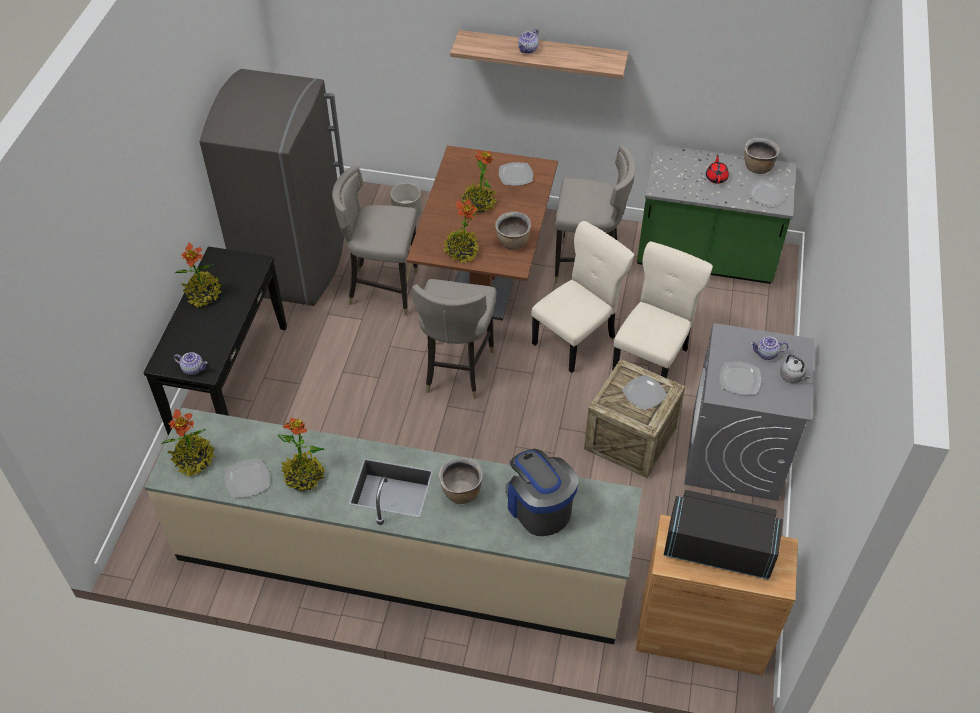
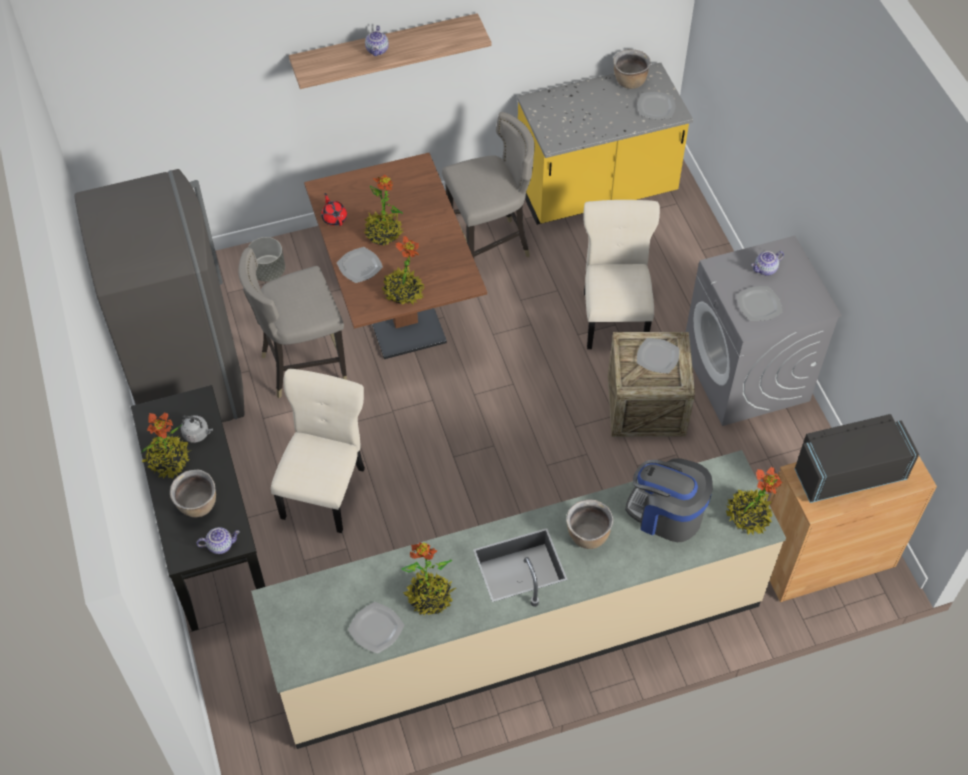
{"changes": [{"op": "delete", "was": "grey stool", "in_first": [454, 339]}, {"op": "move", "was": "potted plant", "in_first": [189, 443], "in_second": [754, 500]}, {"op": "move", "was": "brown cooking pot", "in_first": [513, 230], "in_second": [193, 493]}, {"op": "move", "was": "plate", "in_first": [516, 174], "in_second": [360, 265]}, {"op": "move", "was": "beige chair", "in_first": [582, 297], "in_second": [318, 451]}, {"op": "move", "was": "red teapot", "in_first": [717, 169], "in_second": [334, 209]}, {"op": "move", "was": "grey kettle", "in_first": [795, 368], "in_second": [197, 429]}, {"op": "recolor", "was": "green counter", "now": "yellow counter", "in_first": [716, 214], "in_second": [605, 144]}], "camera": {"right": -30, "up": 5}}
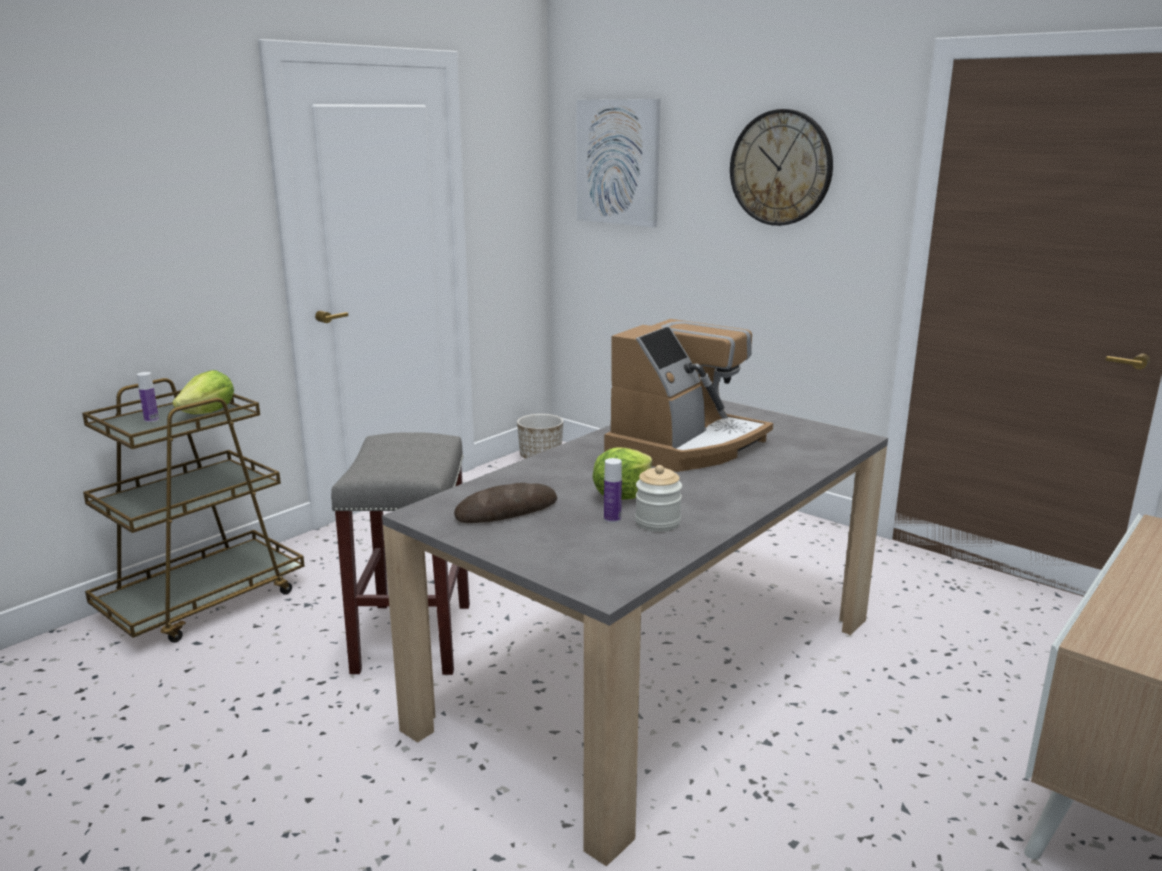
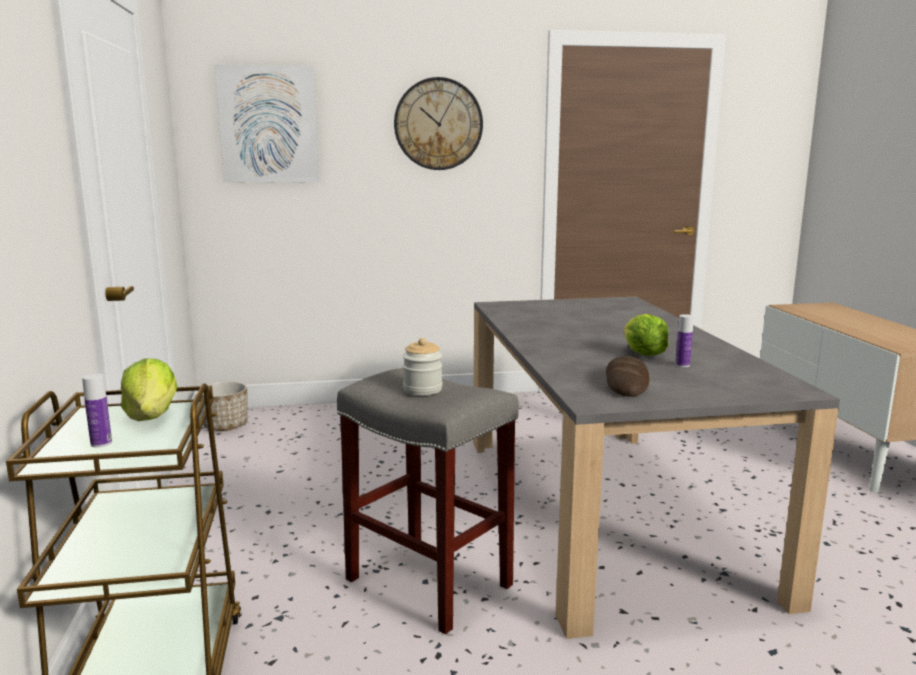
{"changes": [{"op": "delete", "was": "coffee machine", "in_first": [688, 395]}, {"op": "move", "was": "jar", "in_first": [658, 498], "in_second": [422, 366]}], "camera": {"right": -50, "up": -5}}
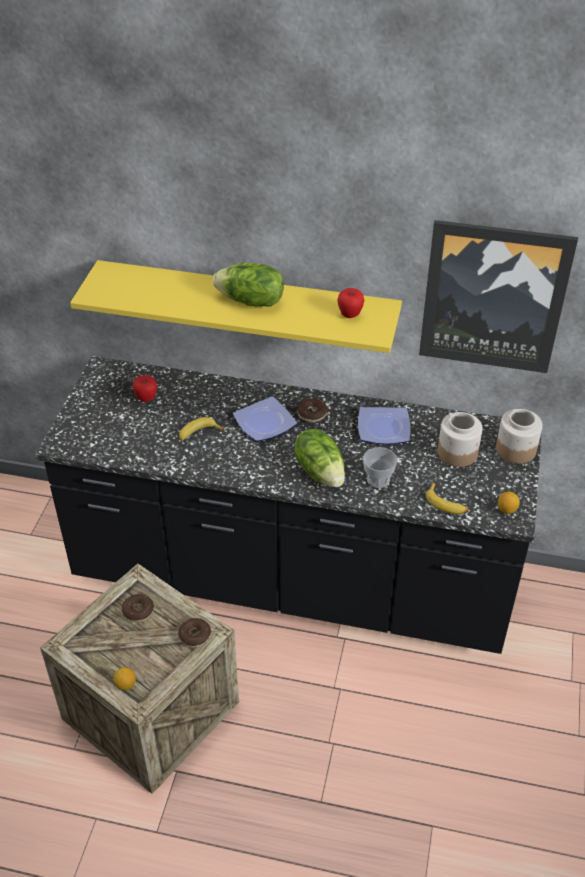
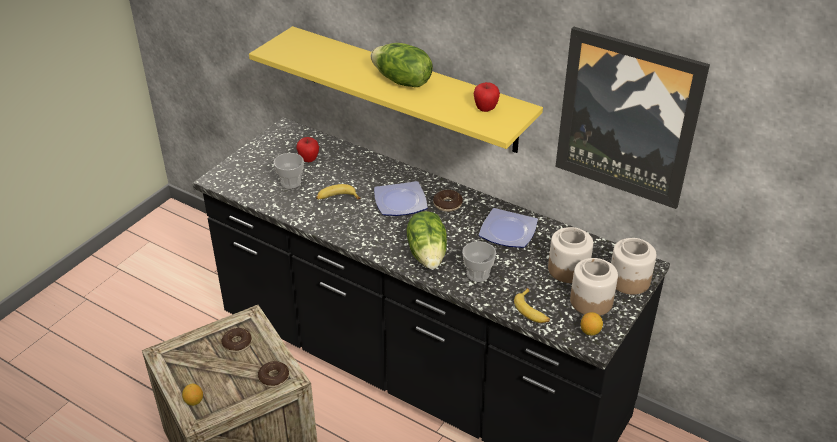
{"changes": [{"op": "insert", "now": "cup", "in_second": [289, 171]}, {"op": "insert", "now": "jar", "in_second": [594, 287]}], "camera": {"right": 20, "up": -5}}
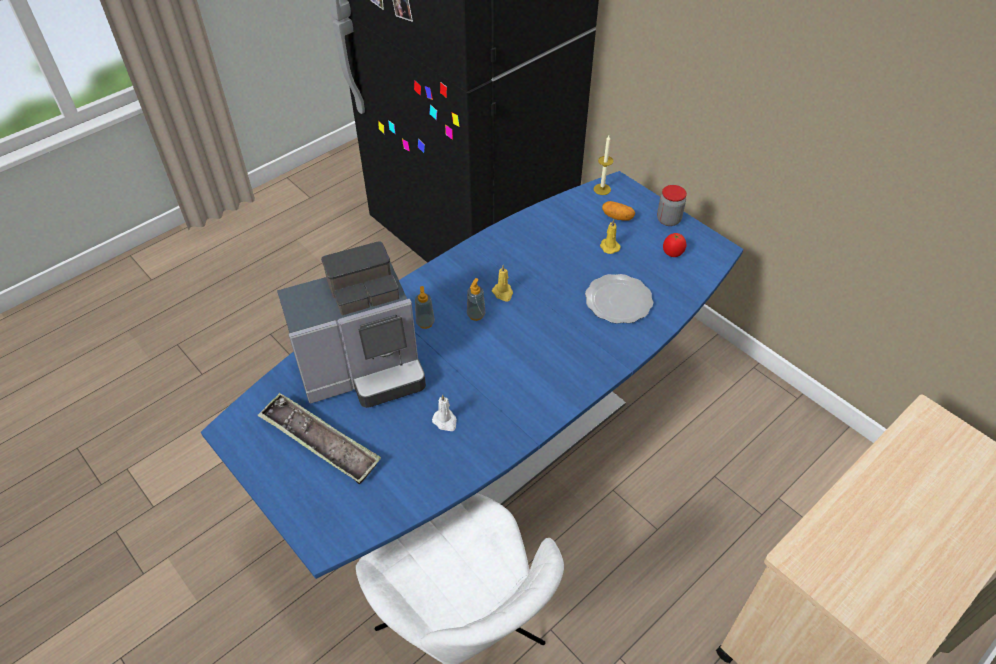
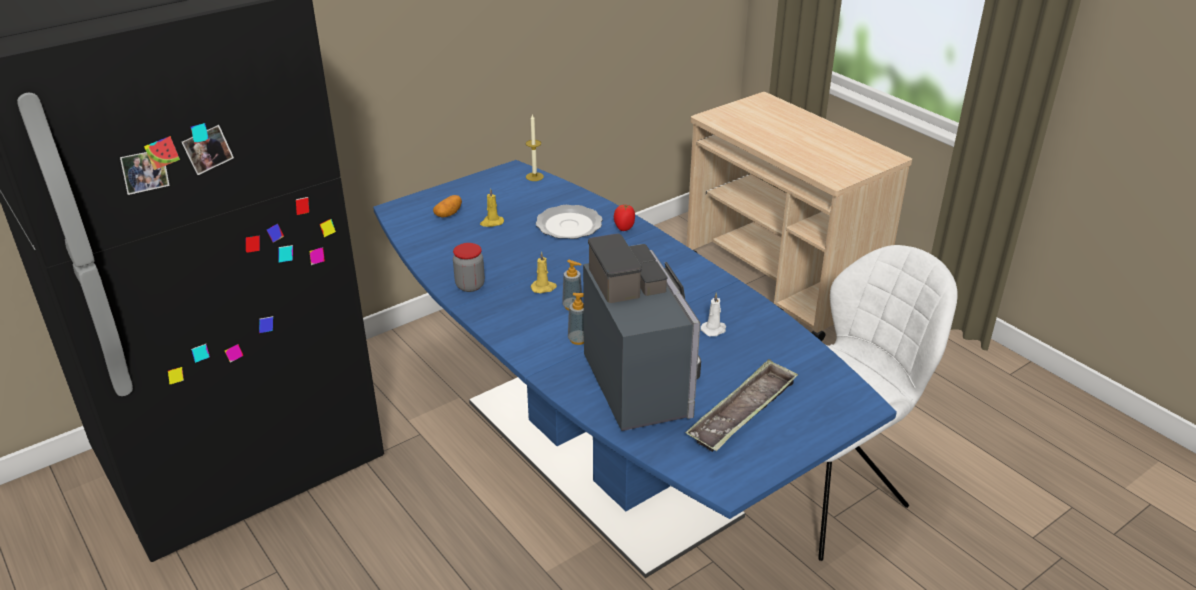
{"changes": [{"op": "move", "was": "candle", "in_first": [604, 165], "in_second": [535, 147]}, {"op": "move", "was": "jar", "in_first": [672, 205], "in_second": [469, 267]}, {"op": "move", "was": "tomato", "in_first": [674, 245], "in_second": [624, 218]}], "camera": {"right": -85, "up": -15}}
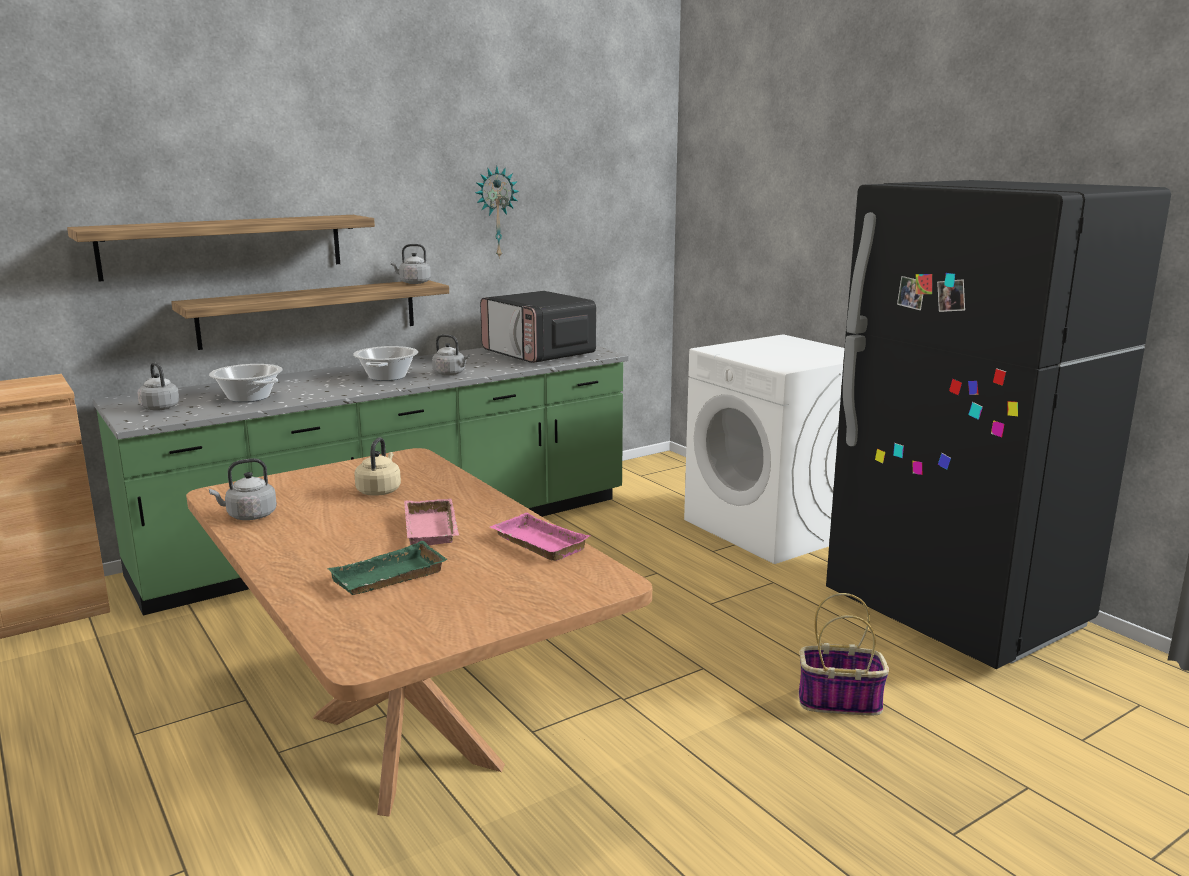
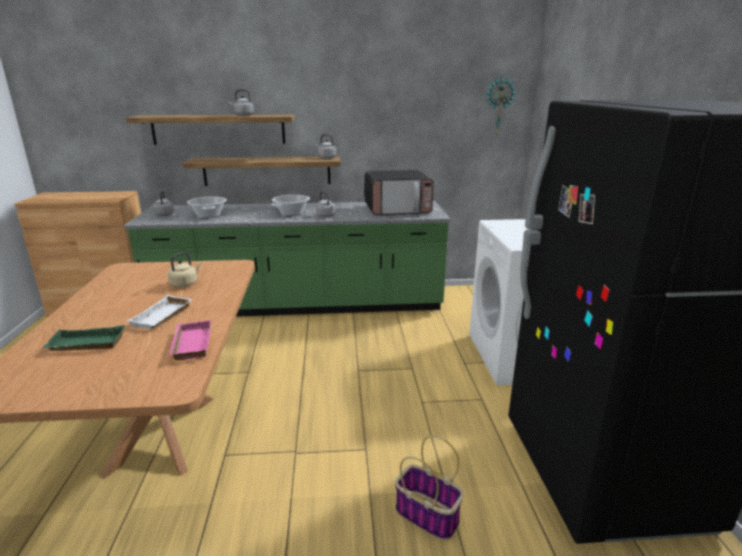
{"changes": [{"op": "move", "was": "grey kettle", "in_first": [243, 489], "in_second": [241, 102]}, {"op": "move", "was": "wall clock", "in_first": [497, 212], "in_second": [501, 106]}, {"op": "recolor", "was": "pink tray", "now": "white tray", "in_first": [431, 522], "in_second": [159, 312]}, {"op": "rotate", "was": "microwave", "in_first": [538, 327], "in_second": [399, 192], "clockwise": -90}], "camera": {"right": 30, "up": 5}}
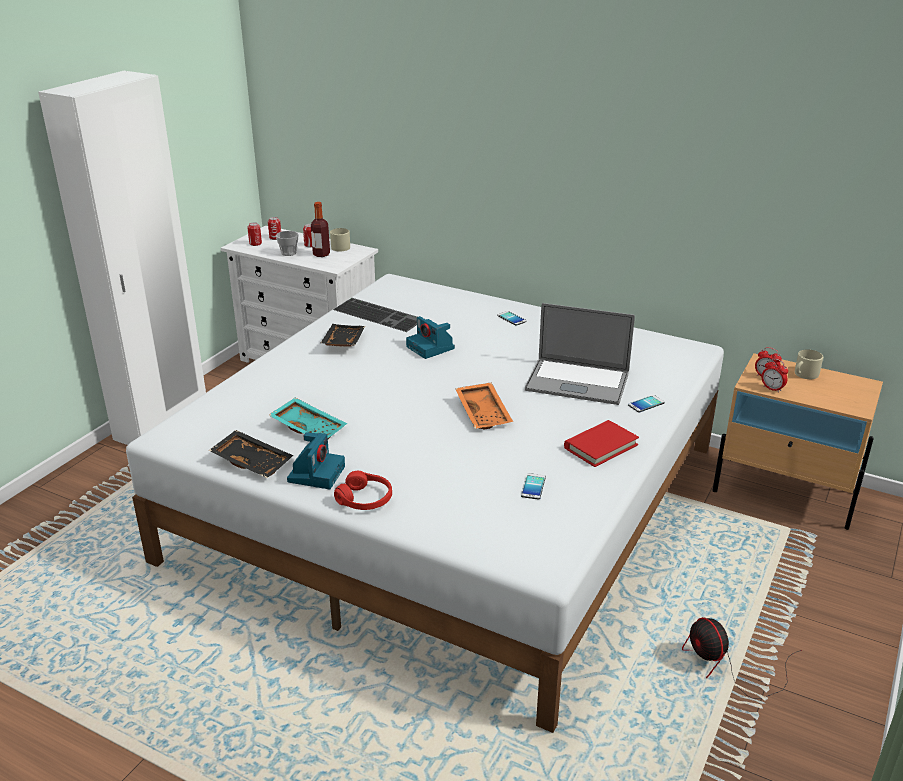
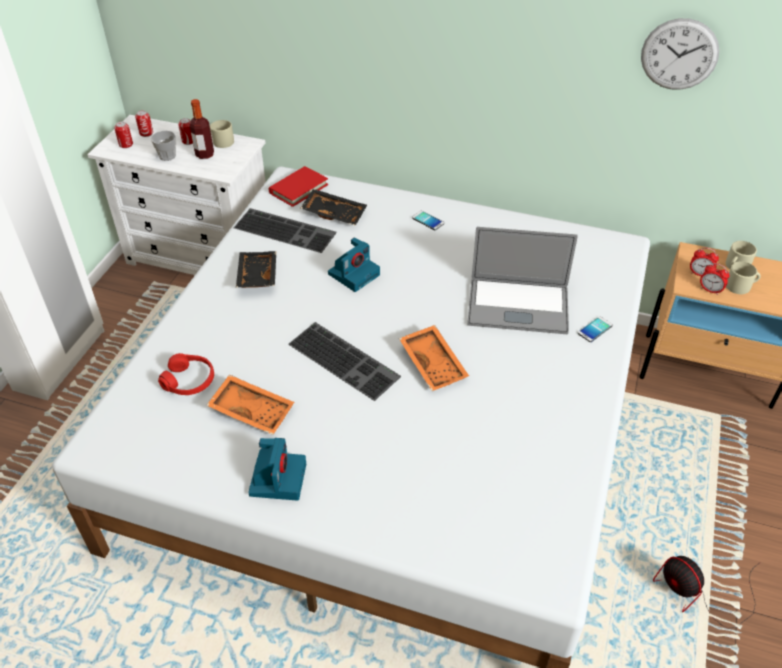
{"changes": [{"op": "delete", "was": "phone", "in_first": [533, 486]}, {"op": "insert", "now": "keyboard", "in_second": [344, 361]}, {"op": "insert", "now": "wall clock", "in_second": [680, 54]}, {"op": "insert", "now": "beige mug", "in_second": [743, 277]}, {"op": "move", "was": "black tray", "in_first": [251, 454], "in_second": [334, 207]}, {"op": "move", "was": "red headphones", "in_first": [363, 490], "in_second": [186, 374]}, {"op": "move", "was": "red book", "in_first": [601, 443], "in_second": [298, 186]}, {"op": "recolor", "was": "turquoise tray", "now": "orange tray", "in_first": [308, 418], "in_second": [250, 404]}, {"op": "rotate", "was": "photo camera", "in_first": [430, 337], "in_second": [354, 264], "clockwise": -90}], "camera": {"right": -10, "up": 15}}
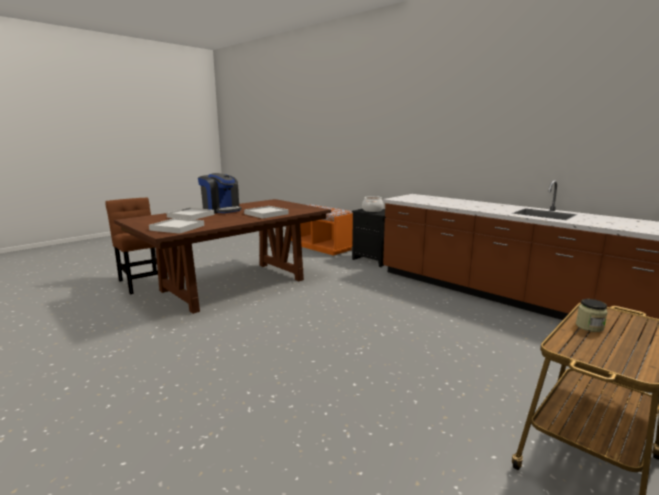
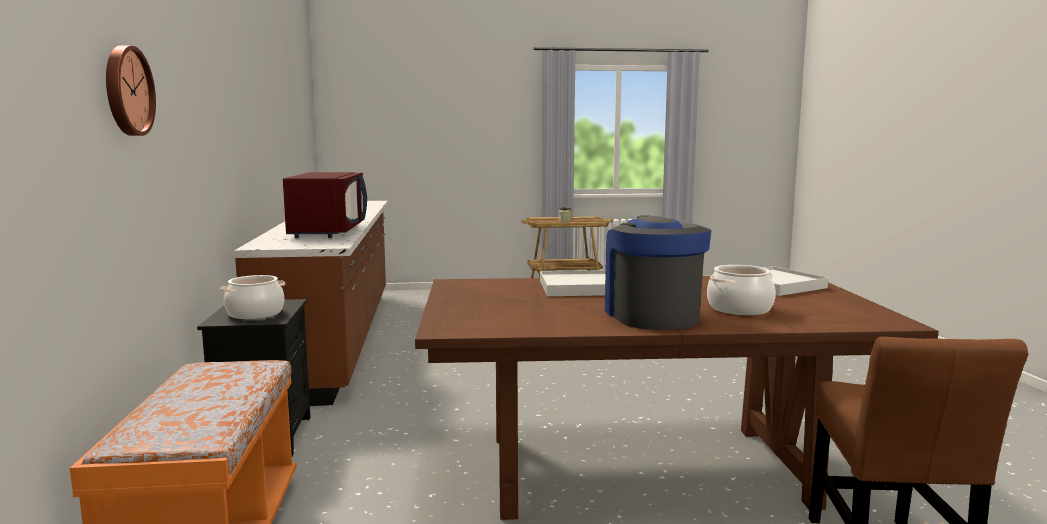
{"changes": [{"op": "insert", "now": "wall clock", "in_second": [131, 90]}, {"op": "insert", "now": "red microwave", "in_second": [325, 205]}, {"op": "replace", "was": "white tray", "now": "cooking pot", "in_first": [190, 214], "in_second": [741, 290]}], "camera": {"right": -140, "up": -5}}
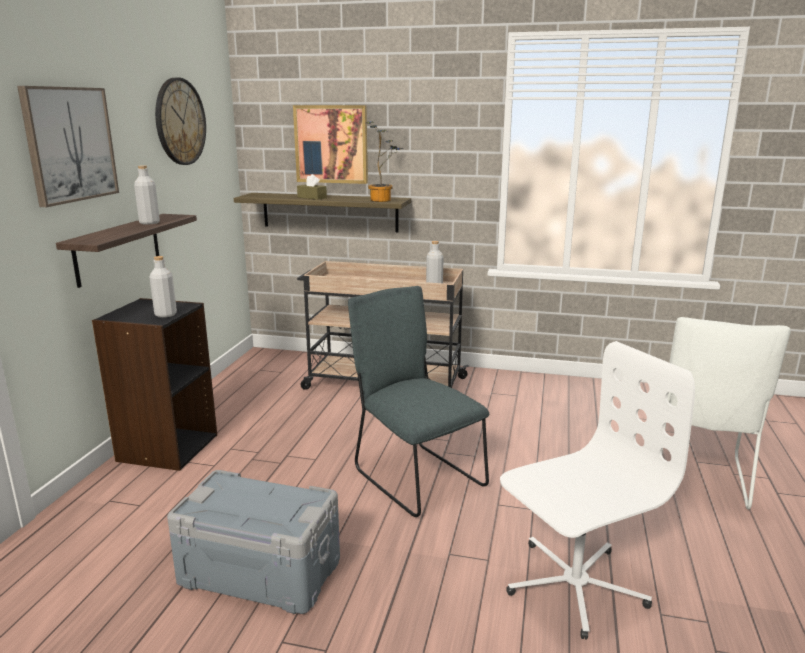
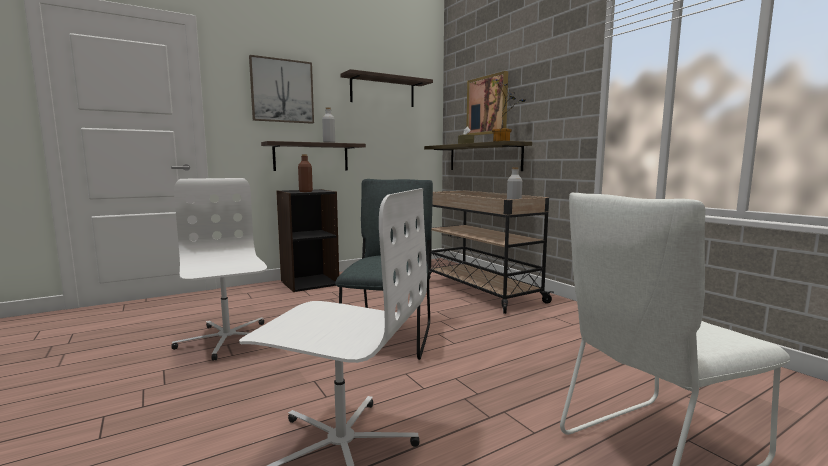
{"changes": [{"op": "replace", "was": "wall clock", "now": "shelf", "in_first": [180, 121], "in_second": [386, 88]}, {"op": "replace", "was": "grey storage box", "now": "white office chair", "in_first": [253, 542], "in_second": [219, 269]}, {"op": "recolor", "was": "grey bottle", "now": "brown bottle", "in_first": [163, 287], "in_second": [305, 173]}], "camera": {"right": 45, "up": -10}}
